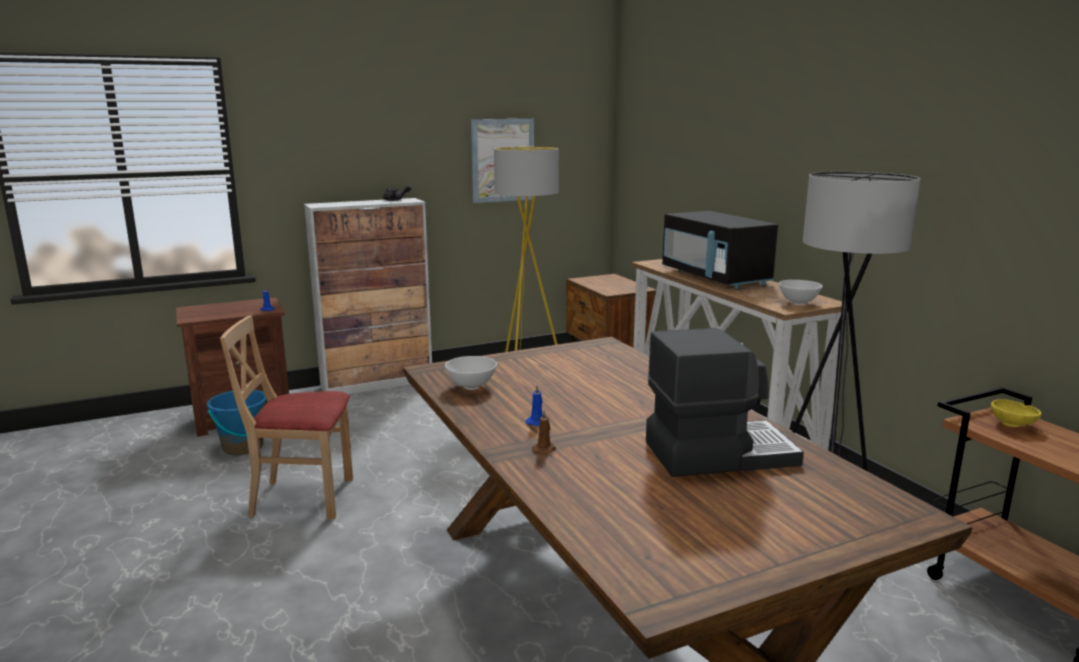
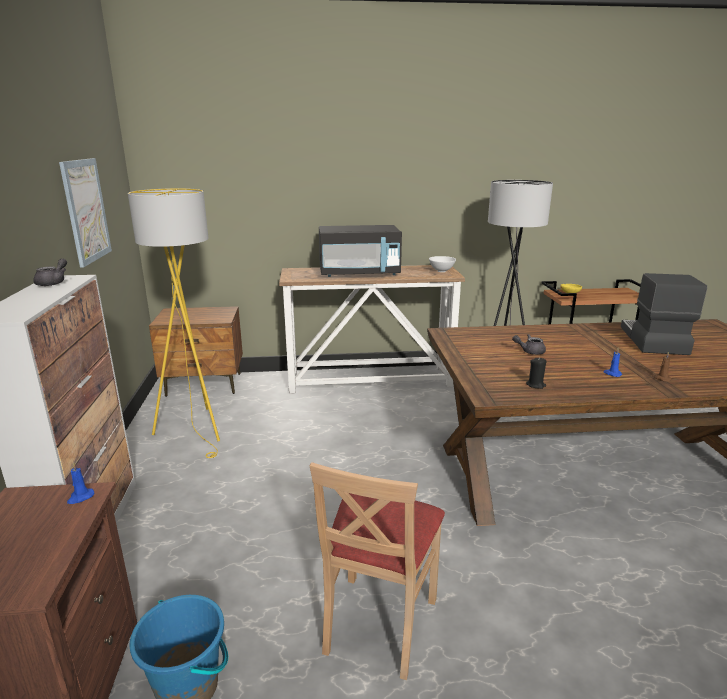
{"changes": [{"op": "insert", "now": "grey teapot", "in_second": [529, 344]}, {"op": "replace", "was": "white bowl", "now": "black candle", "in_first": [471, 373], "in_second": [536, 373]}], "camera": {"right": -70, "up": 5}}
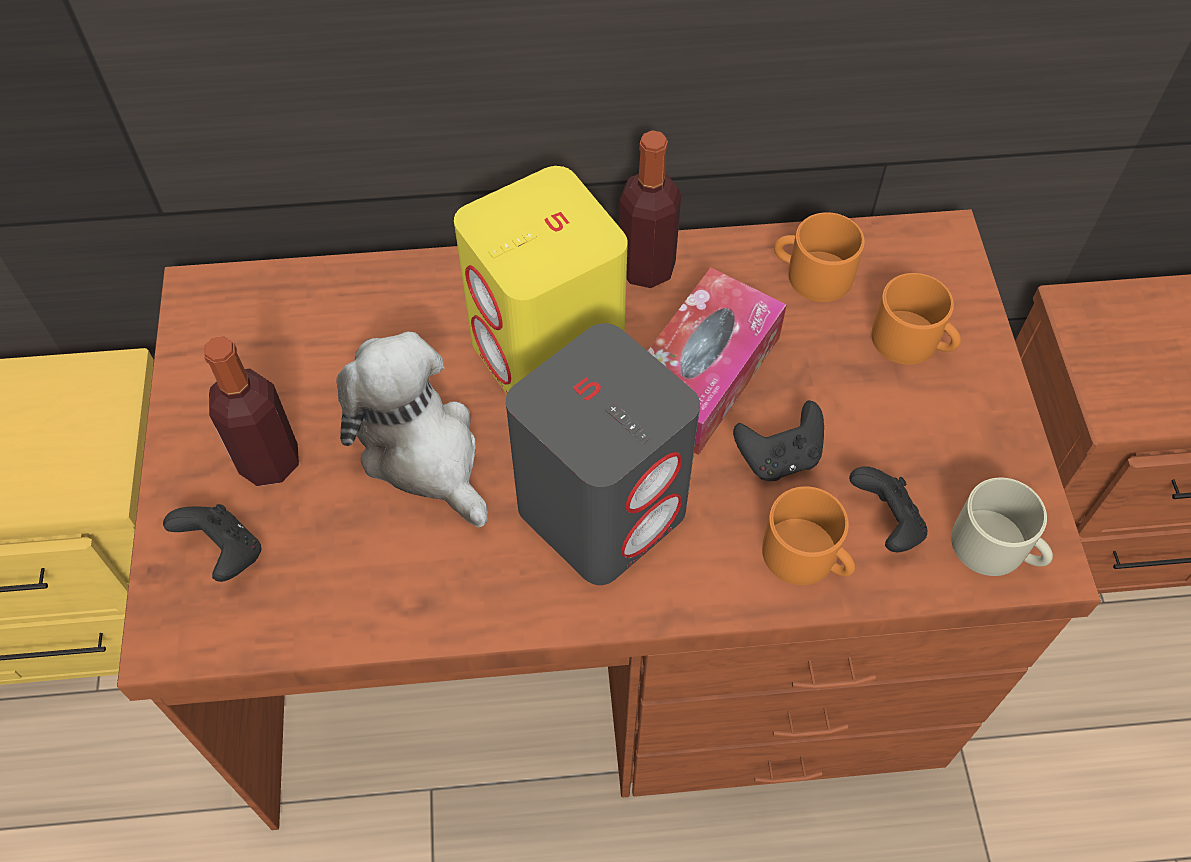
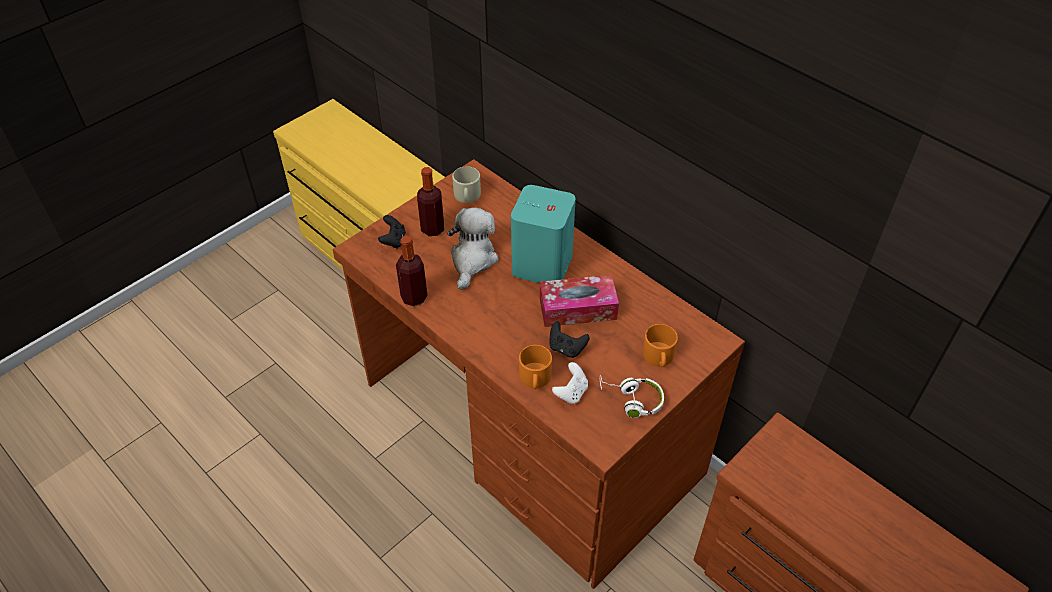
{"changes": [{"op": "delete", "was": "grey speaker", "in_first": [603, 454]}, {"op": "delete", "was": "orange mug", "in_first": [819, 257]}, {"op": "insert", "now": "white headphones", "in_second": [632, 396]}, {"op": "move", "was": "bottle", "in_first": [650, 209], "in_second": [411, 270]}, {"op": "move", "was": "beige mug", "in_first": [1002, 526], "in_second": [466, 184]}, {"op": "recolor", "was": "yellow speaker", "now": "turquoise speaker", "in_first": [541, 280], "in_second": [543, 234]}, {"op": "recolor", "was": "black game controller", "now": "white game controller", "in_first": [888, 509], "in_second": [570, 383]}], "camera": {"right": 50, "up": -10}}
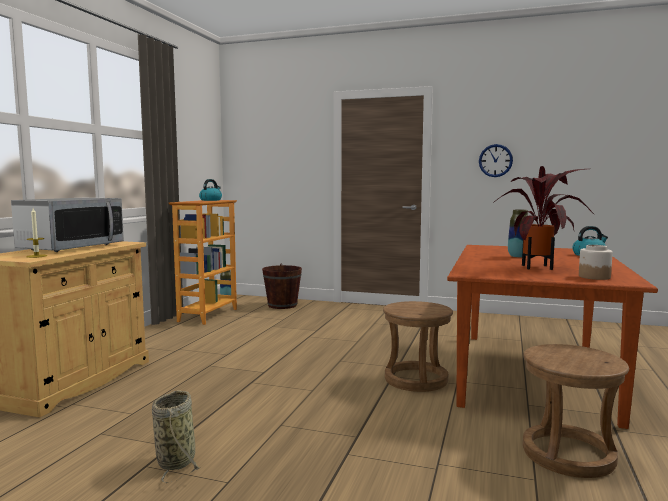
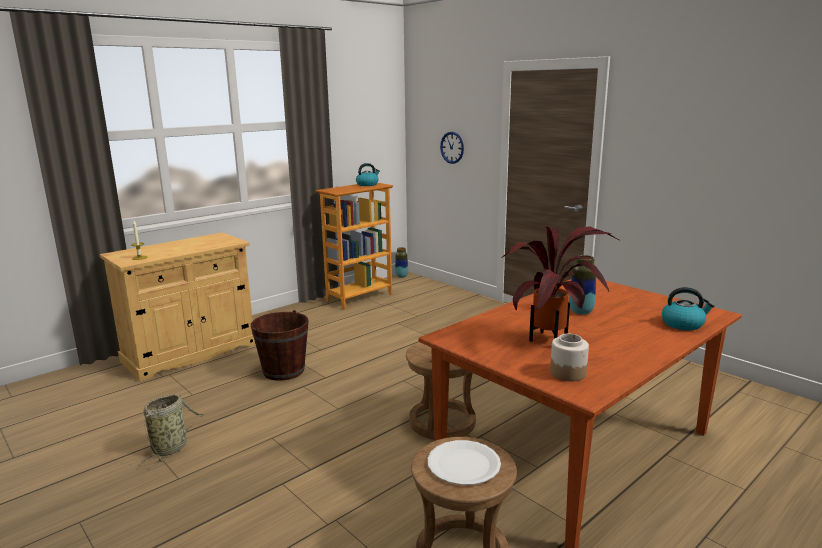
{"changes": [{"op": "delete", "was": "microwave", "in_first": [67, 225]}, {"op": "insert", "now": "white plate", "in_second": [464, 462]}, {"op": "move", "was": "brown bucket", "in_first": [282, 286], "in_second": [280, 345]}, {"op": "move", "was": "wall clock", "in_first": [496, 160], "in_second": [452, 148]}], "camera": {"right": 30, "up": 10}}
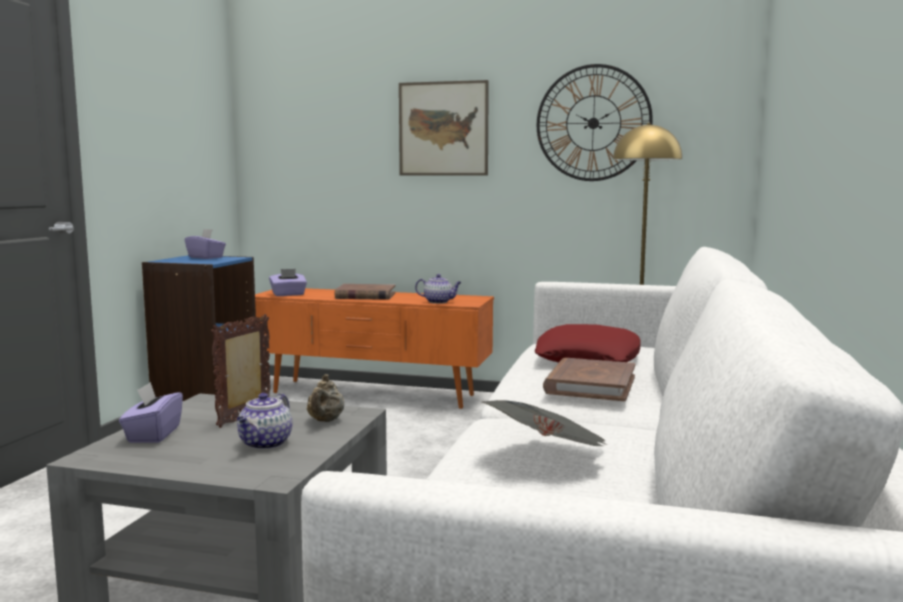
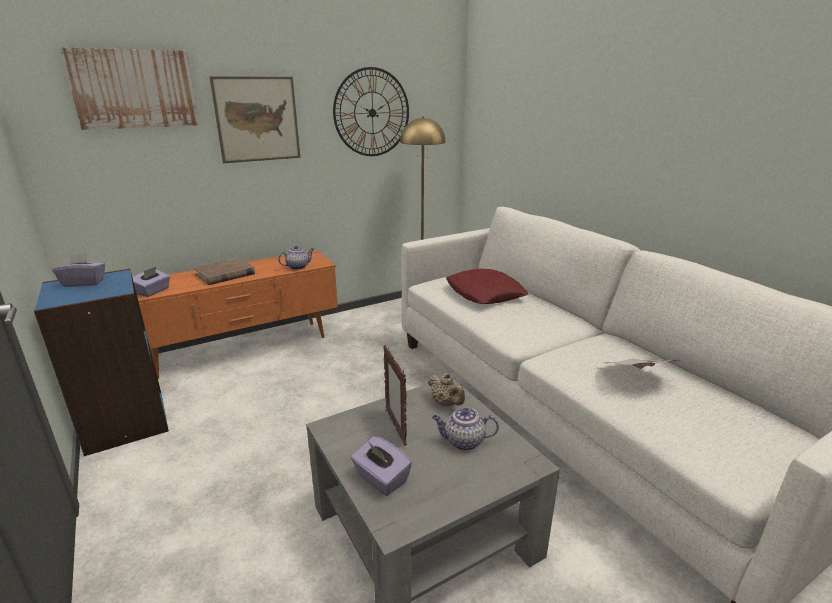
{"changes": [{"op": "delete", "was": "brown book", "in_first": [589, 379]}, {"op": "insert", "now": "picture", "in_second": [129, 88]}, {"op": "rotate", "was": "teapot", "in_first": [264, 421], "in_second": [465, 429], "clockwise": 120}], "camera": {"right": -45, "up": 15}}
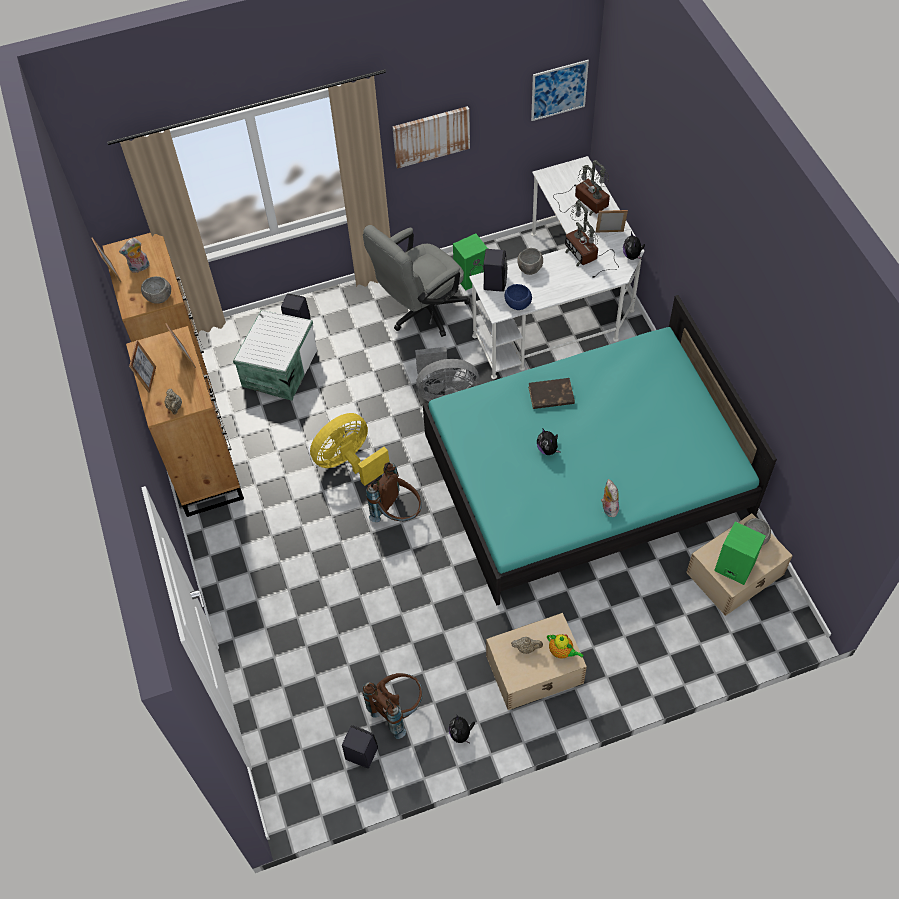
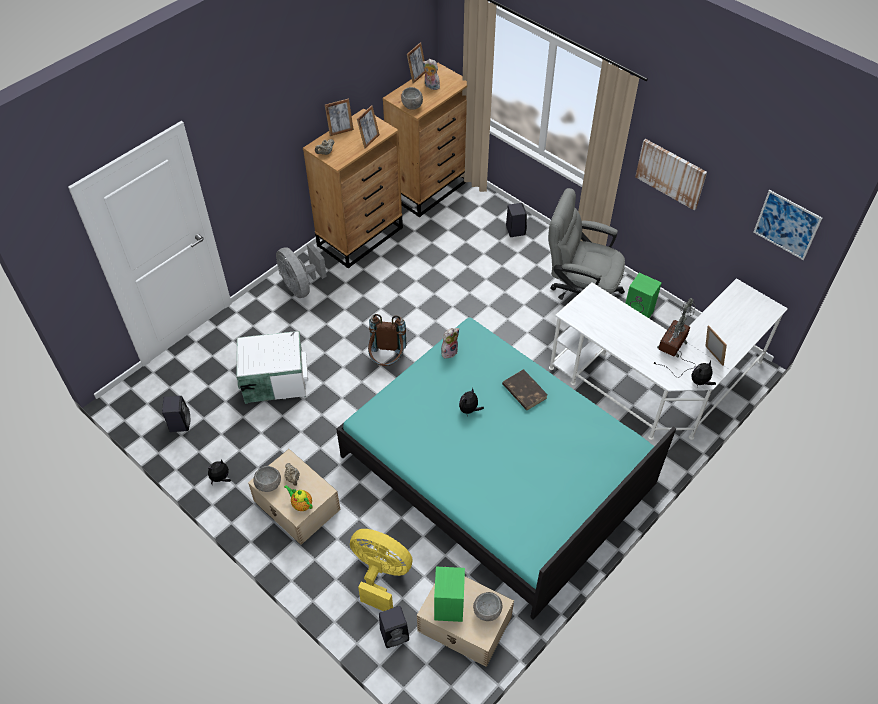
{"changes": [{"op": "delete", "was": "brown backpack", "in_first": [392, 706]}, {"op": "delete", "was": "blue bowl", "in_first": [518, 297]}, {"op": "delete", "was": "table lamp", "in_first": [581, 188]}, {"op": "move", "was": "white storage box", "in_first": [275, 355], "in_second": [272, 367]}, {"op": "move", "was": "yellow fan", "in_first": [349, 449], "in_second": [381, 570]}, {"op": "move", "was": "grey fan", "in_first": [447, 374], "in_second": [301, 270]}, {"op": "move", "was": "black speaker", "in_first": [495, 270], "in_second": [394, 627]}, {"op": "move", "was": "grey bowl", "in_first": [530, 261], "in_second": [267, 479]}, {"op": "move", "was": "plush toy", "in_first": [610, 498], "in_second": [450, 343]}, {"op": "rotate", "was": "teapot", "in_first": [565, 646], "in_second": [298, 498], "clockwise": 120}], "camera": {"right": 60, "up": -5}}
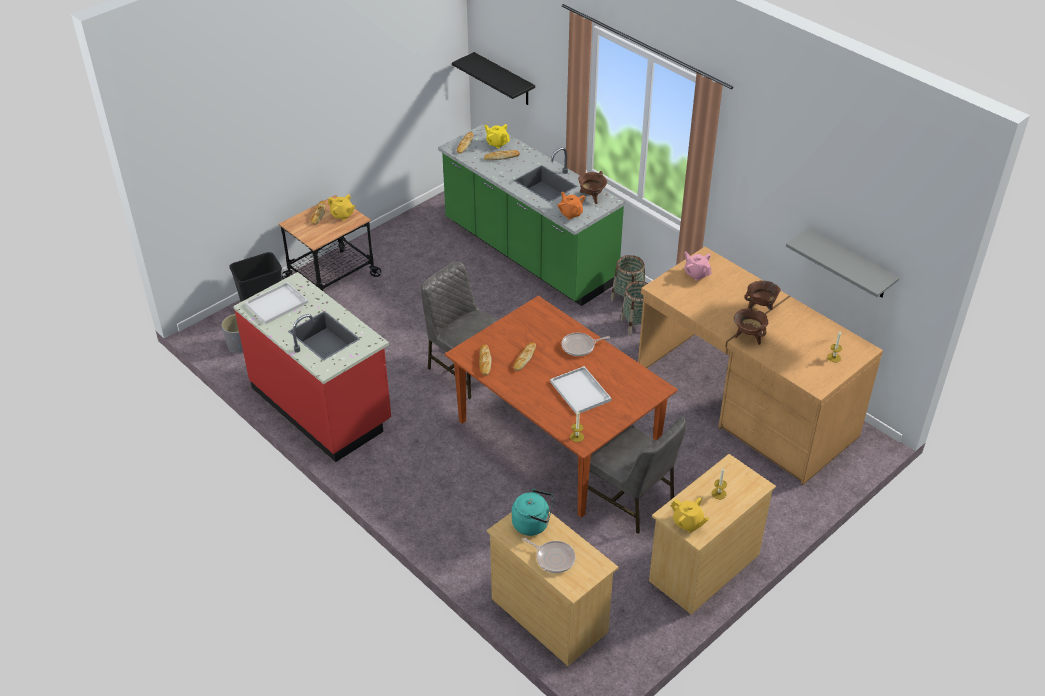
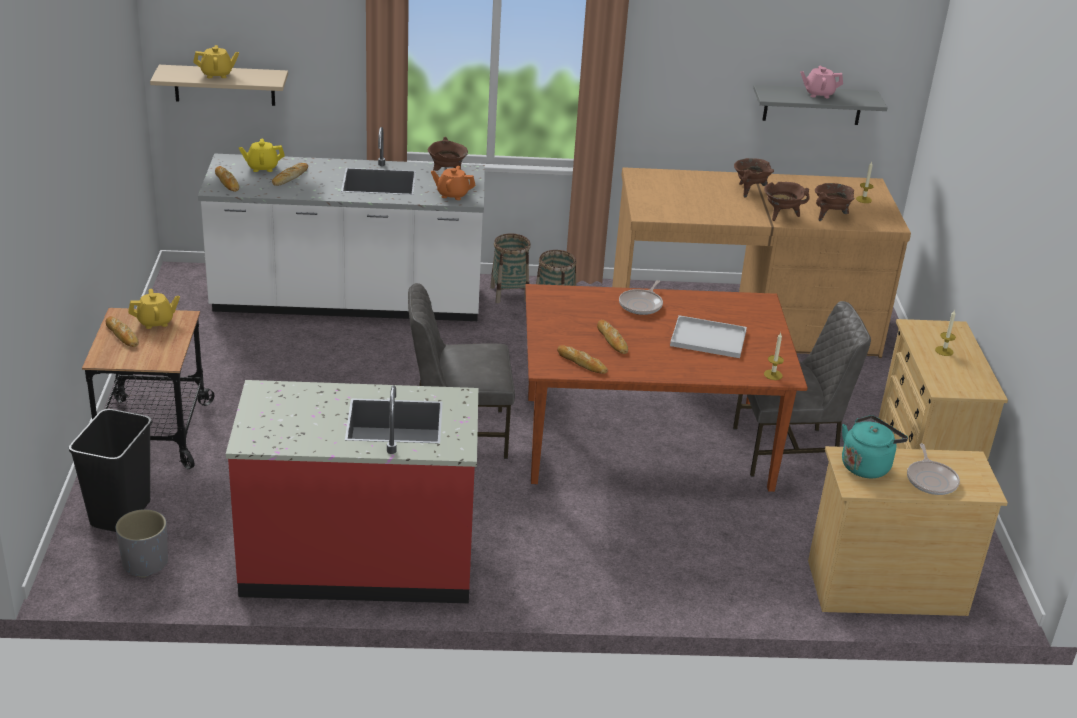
{"changes": [{"op": "delete", "was": "white tray", "in_first": [276, 303]}, {"op": "insert", "now": "brown cooking pot", "in_second": [835, 202]}, {"op": "move", "was": "yellow teapot", "in_first": [690, 514], "in_second": [216, 61]}, {"op": "move", "was": "pink teapot", "in_first": [698, 266], "in_second": [821, 81]}, {"op": "recolor", "was": "green counter", "now": "white counter", "in_first": [531, 214], "in_second": [341, 224]}, {"op": "recolor", "was": "black shelf", "now": "beige shelf", "in_first": [493, 78], "in_second": [219, 85]}, {"op": "rotate", "was": "frying pan", "in_first": [549, 555], "in_second": [933, 469], "clockwise": 105}], "camera": {"right": -50, "up": -10}}
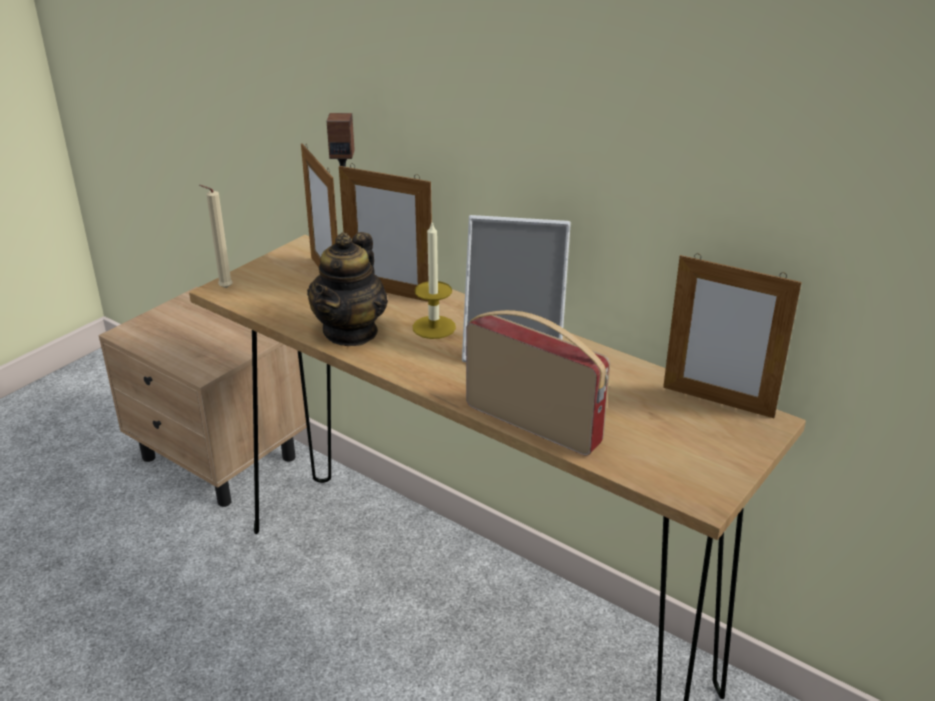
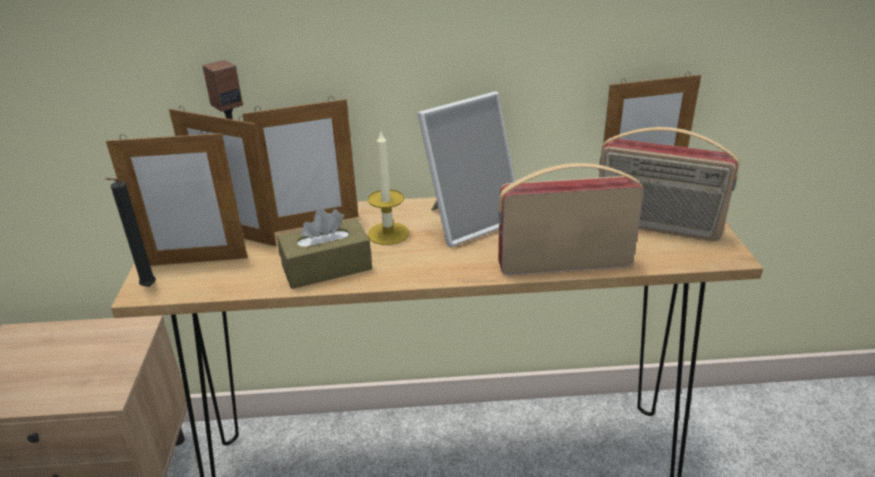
{"changes": [{"op": "insert", "now": "picture frame", "in_second": [177, 197]}, {"op": "insert", "now": "radio", "in_second": [668, 184]}, {"op": "replace", "was": "teapot", "now": "brown tissue box", "in_first": [347, 289], "in_second": [324, 248]}, {"op": "recolor", "was": "beige candle", "now": "black candle", "in_first": [216, 236], "in_second": [130, 232]}], "camera": {"right": -40, "up": 0}}
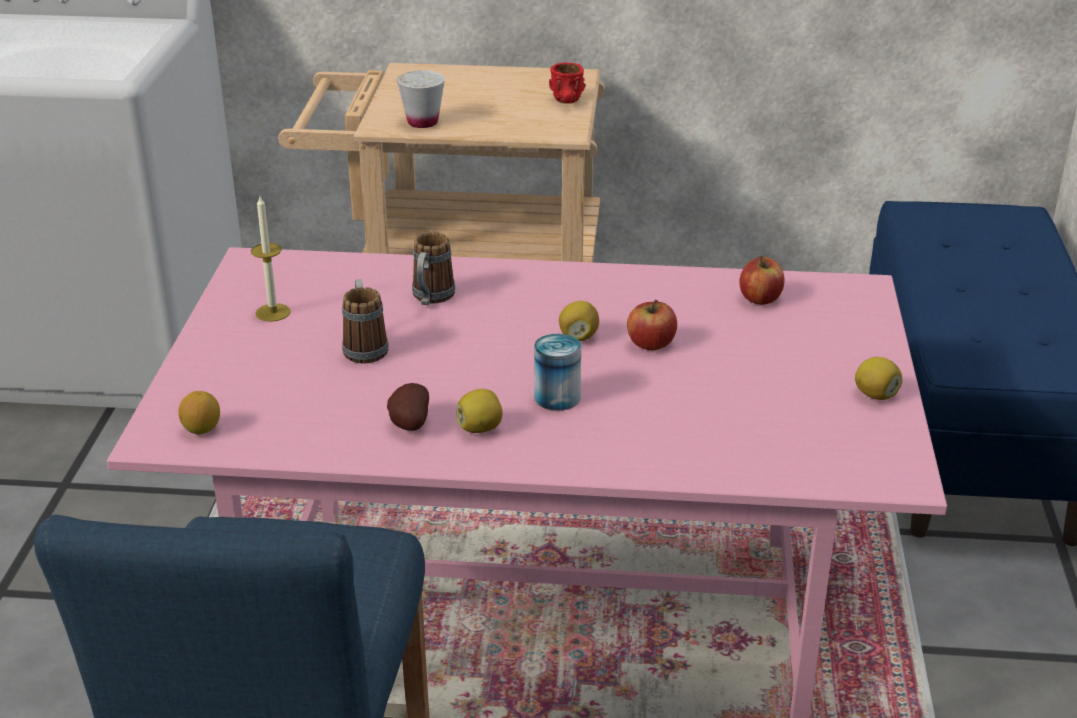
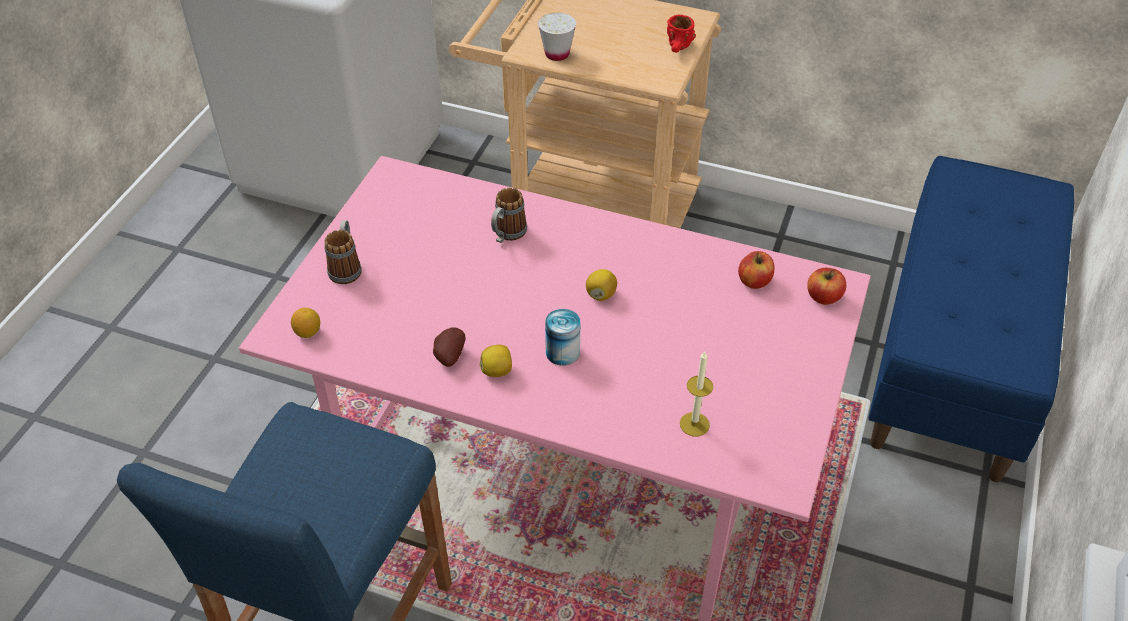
{"changes": [{"op": "delete", "was": "lemon", "in_first": [878, 378]}, {"op": "move", "was": "candle", "in_first": [271, 259], "in_second": [696, 394]}, {"op": "move", "was": "mug", "in_first": [365, 321], "in_second": [343, 252]}, {"op": "move", "was": "apple", "in_first": [652, 324], "in_second": [826, 286]}], "camera": {"right": 15, "up": 15}}
